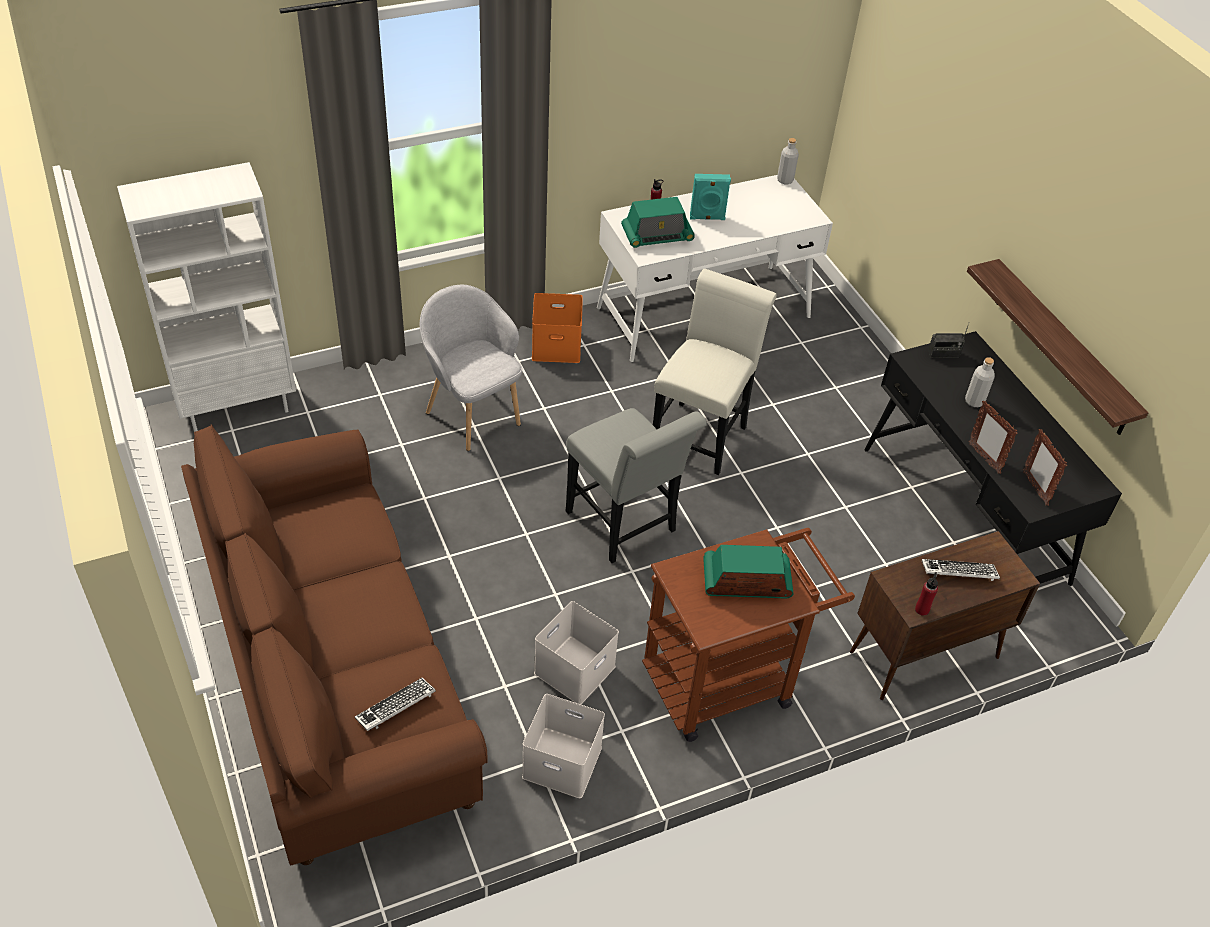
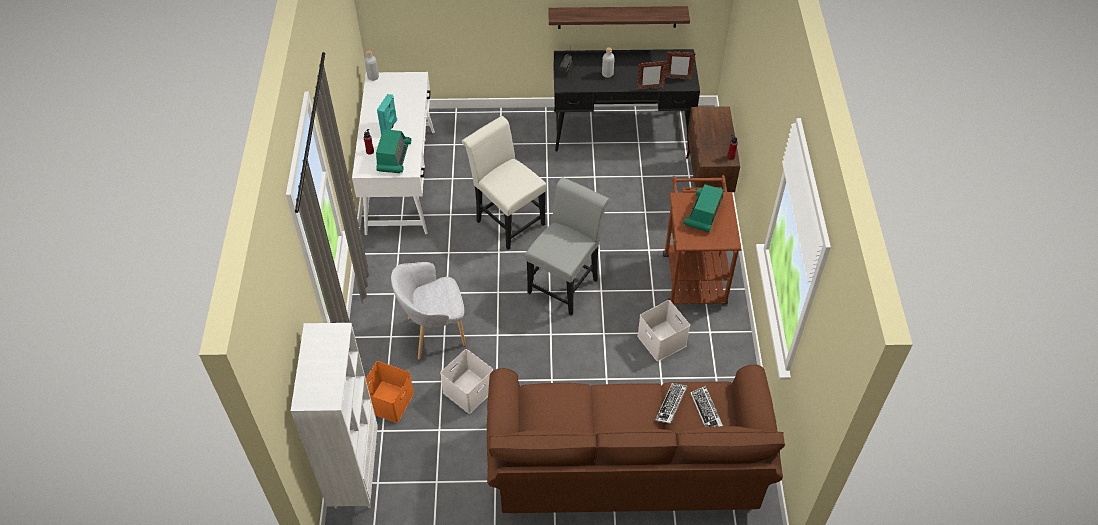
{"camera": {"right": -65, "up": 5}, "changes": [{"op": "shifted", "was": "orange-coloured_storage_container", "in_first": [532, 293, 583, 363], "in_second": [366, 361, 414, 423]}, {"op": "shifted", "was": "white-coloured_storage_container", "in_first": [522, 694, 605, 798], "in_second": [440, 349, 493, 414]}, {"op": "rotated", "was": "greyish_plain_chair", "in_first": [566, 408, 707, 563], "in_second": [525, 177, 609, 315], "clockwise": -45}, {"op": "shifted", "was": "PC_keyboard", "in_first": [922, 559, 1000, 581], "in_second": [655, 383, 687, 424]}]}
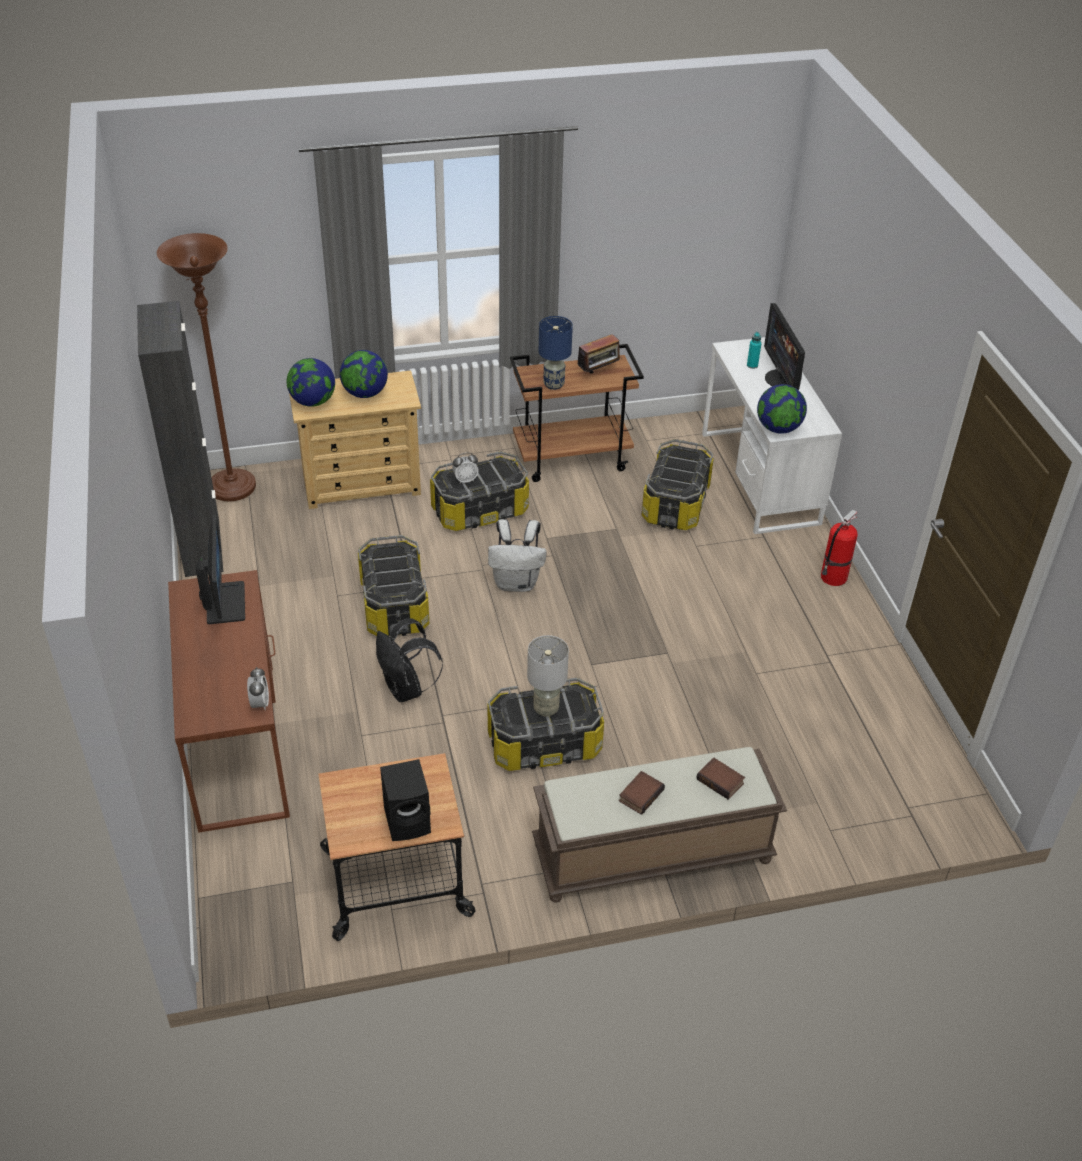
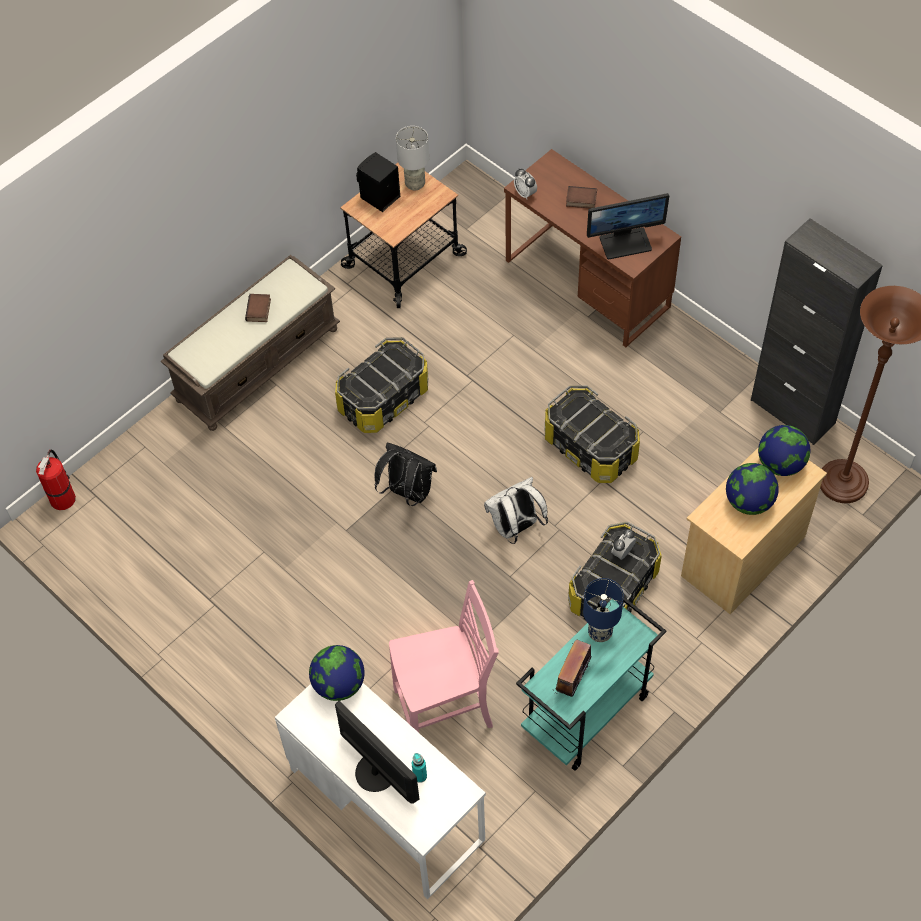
{"camera": {"right": 150, "up": 15}, "changes": [{"op": "shifted", "was": "extinguisher", "in_first": [821, 510, 858, 586], "in_second": [36, 450, 76, 510]}, {"op": "shifted", "was": "blackish_rucksack", "in_first": [376, 618, 443, 702], "in_second": [374, 442, 437, 506]}, {"op": "swapped", "was": "storage_container", "now": "pink-coloured_plain_chair", "in_first": [642, 439, 714, 530], "in_second": [389, 580, 499, 733]}, {"op": "shifted", "was": "greyish_table_lamp", "in_first": [527, 635, 569, 717], "in_second": [396, 126, 429, 191]}, {"op": "repainted", "was": "brown-coloured_cart", "now": "blue-green_cart", "in_first": [510, 344, 644, 482], "in_second": [516, 596, 666, 771]}, {"op": "shifted", "was": "volume", "in_first": [696, 757, 745, 800], "in_second": [566, 186, 597, 208]}, {"op": "rotated", "was": "monitor", "in_first": [196, 515, 245, 624], "in_second": [587, 193, 669, 259], "clockwise": -60}]}
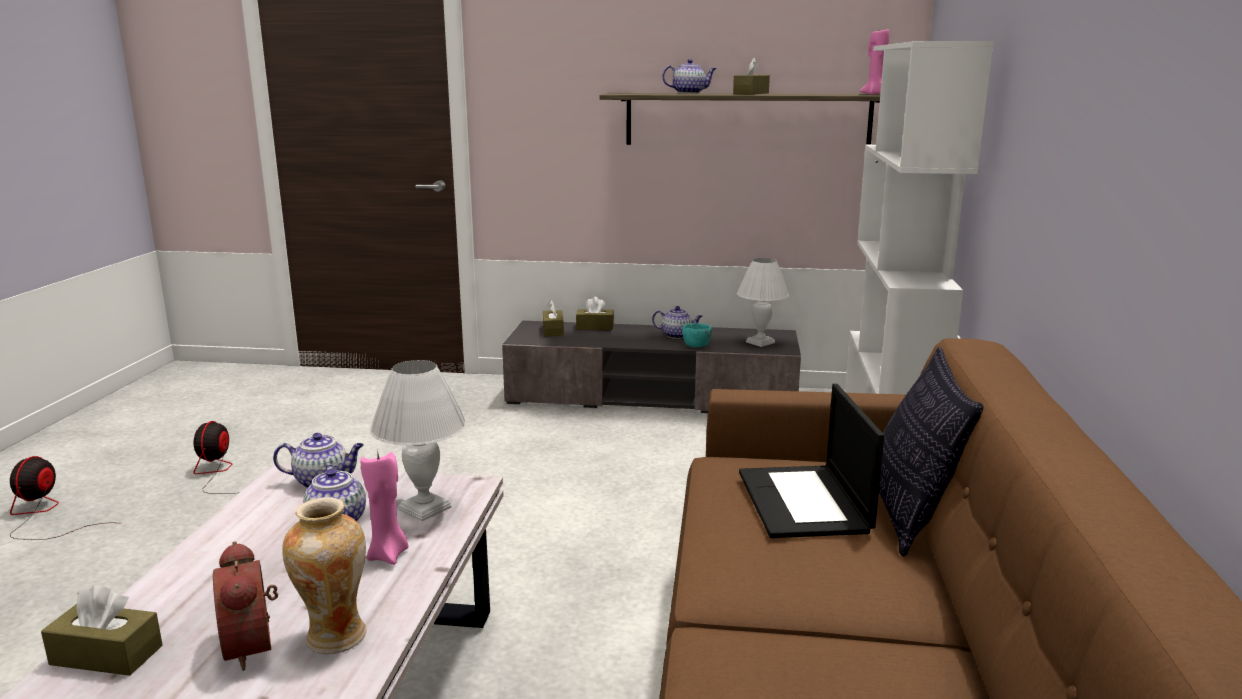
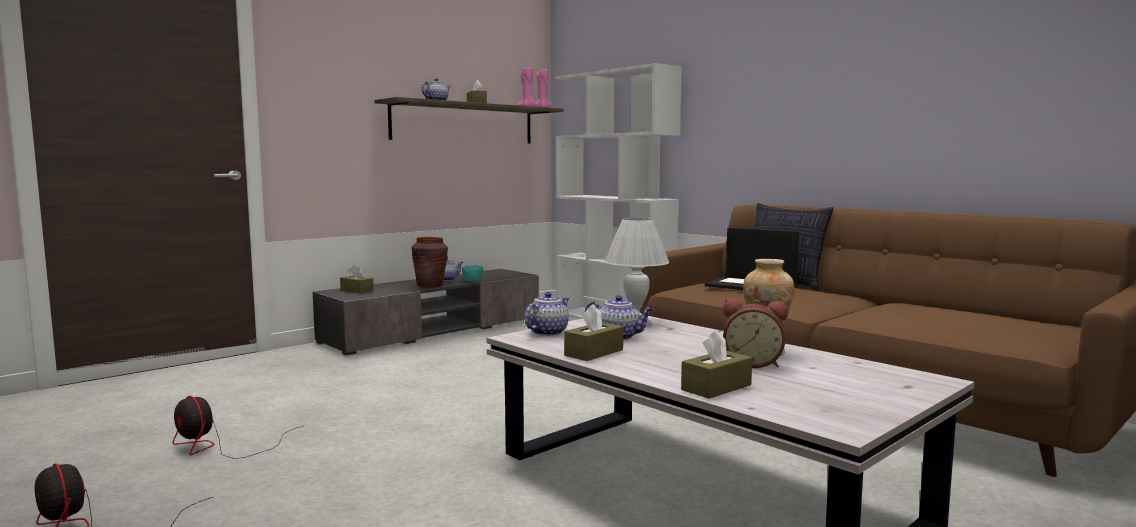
{"camera": {"right": -50, "up": -10}, "changes": [{"op": "new", "now": "brown-coloured_decorative_vase", "in_second": [412, 237, 448, 288]}, {"op": "shifted", "was": "pink-coloured_wax_light", "in_first": [361, 452, 409, 565], "in_second": [518, 67, 537, 106]}, {"op": "shifted", "was": "brown-coloured_box_of_tissues", "in_first": [576, 297, 614, 330], "in_second": [564, 305, 623, 361]}, {"op": "gone", "was": "white-coloured_table_lamp", "in_first": [737, 258, 789, 347]}]}
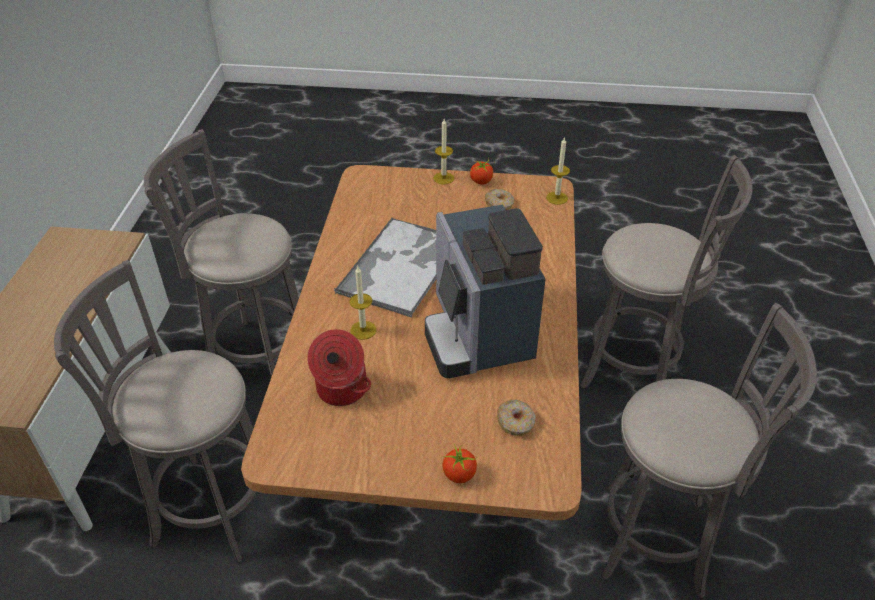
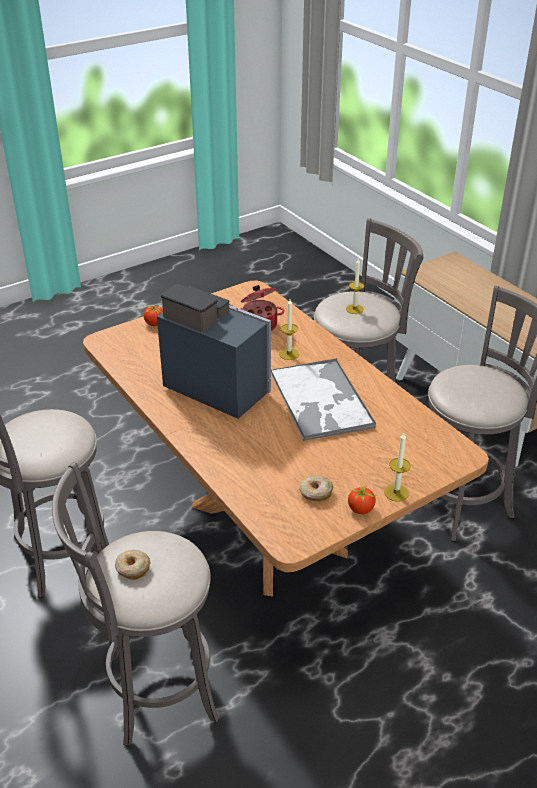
{"camera": {"right": 140, "up": -5}, "changes": [{"op": "shifted", "was": "doughnut", "in_first": [497, 400, 536, 436], "in_second": [115, 550, 151, 580]}, {"op": "shifted", "was": "wax_light", "in_first": [546, 137, 570, 205], "in_second": [346, 258, 364, 314]}]}
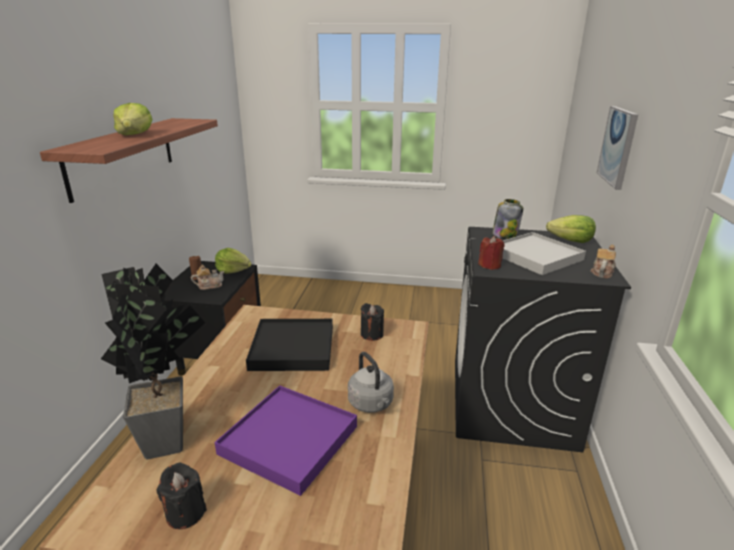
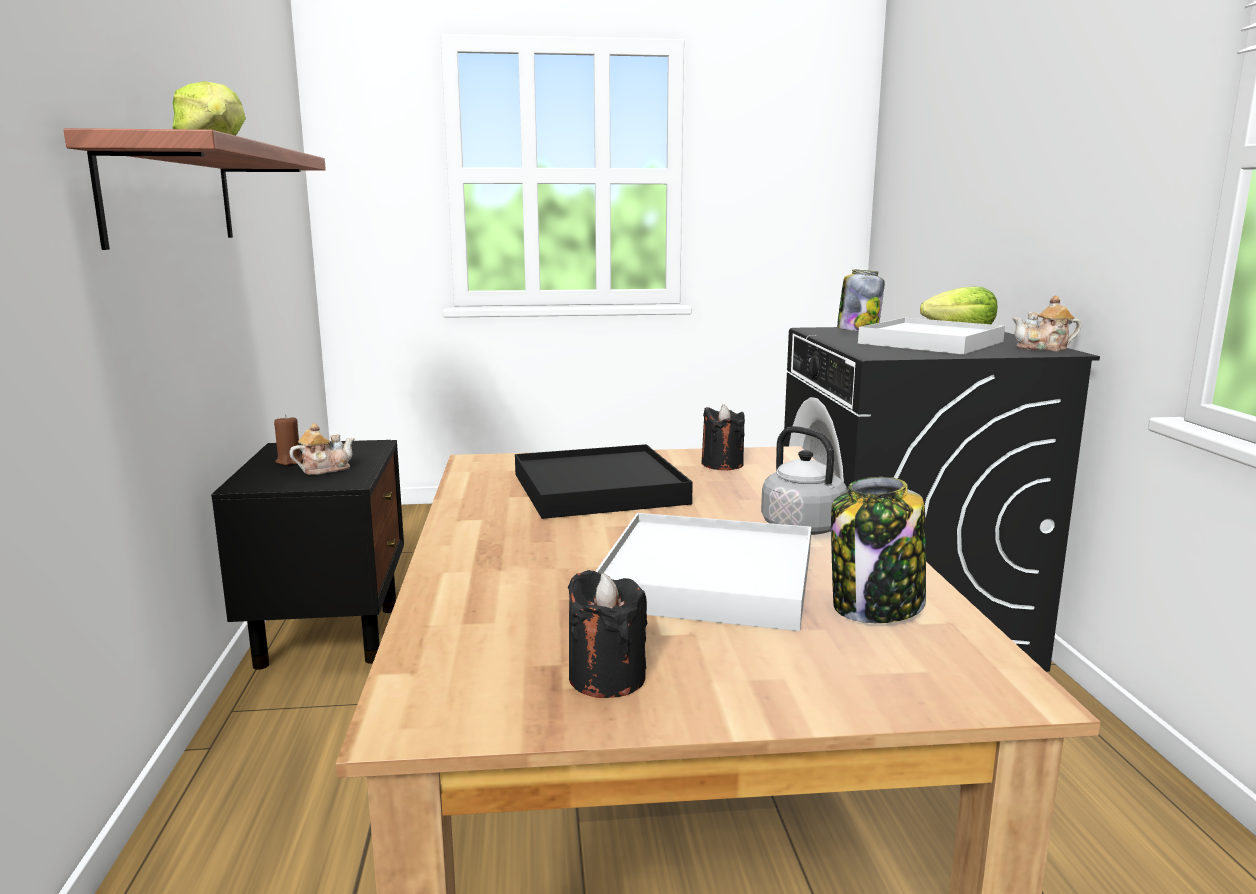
{"camera": {"right": -15, "up": -10}, "changes": [{"op": "repainted", "was": "purple_tray", "now": "white-coloured_tray", "in_first": [215, 385, 357, 496], "in_second": [595, 513, 811, 631]}, {"op": "new", "now": "preserve_jar", "in_second": [831, 477, 926, 623]}, {"op": "rotated", "was": "teapot", "in_first": [590, 245, 616, 279], "in_second": [1012, 296, 1081, 351], "clockwise": -105}, {"op": "gone", "was": "plant_in_a_pot", "in_first": [101, 264, 205, 460]}, {"op": "gone", "was": "lettuce_head", "in_first": [215, 248, 251, 273]}, {"op": "gone", "was": "reddish_wax_light", "in_first": [478, 236, 505, 270]}, {"op": "gone", "was": "picture", "in_first": [597, 106, 638, 190]}]}
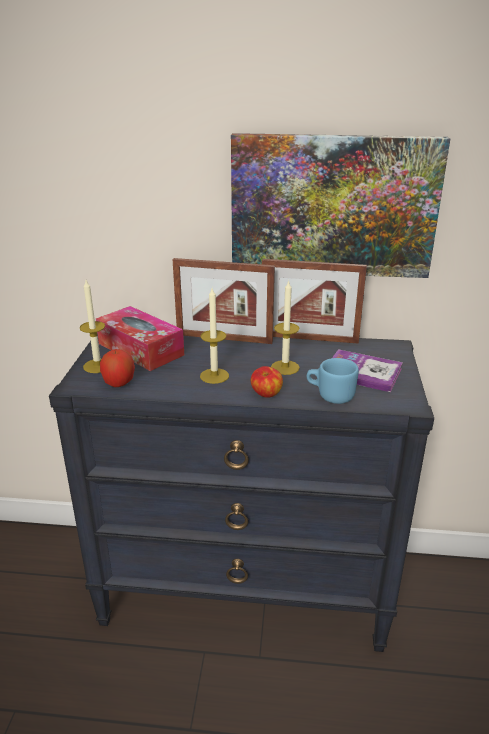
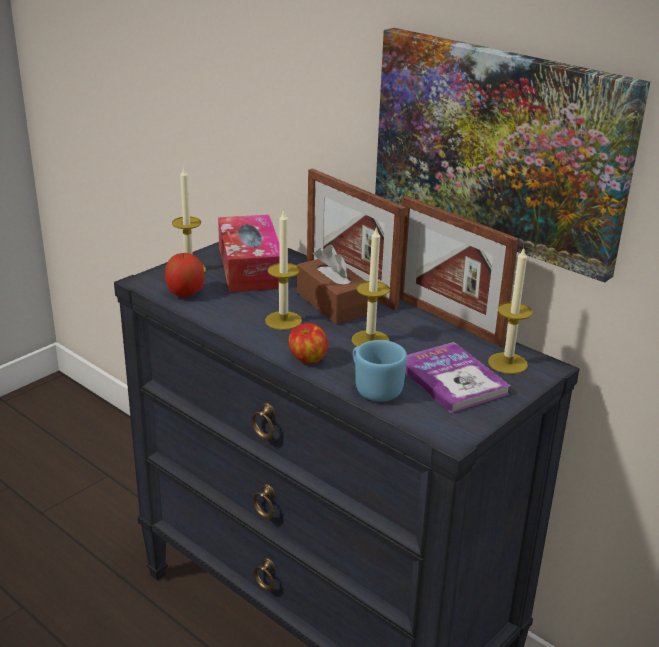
{"camera": {"right": 35, "up": 0}, "changes": [{"op": "new", "now": "brown-coloured_box_of_tissues", "in_second": [297, 245, 368, 325]}, {"op": "new", "now": "wax_light", "in_second": [488, 247, 533, 374]}]}
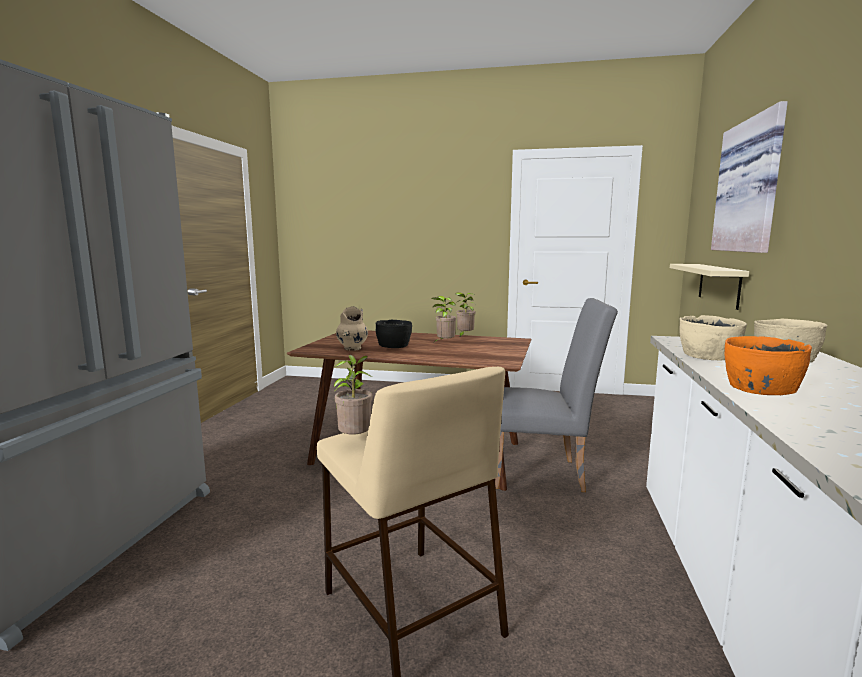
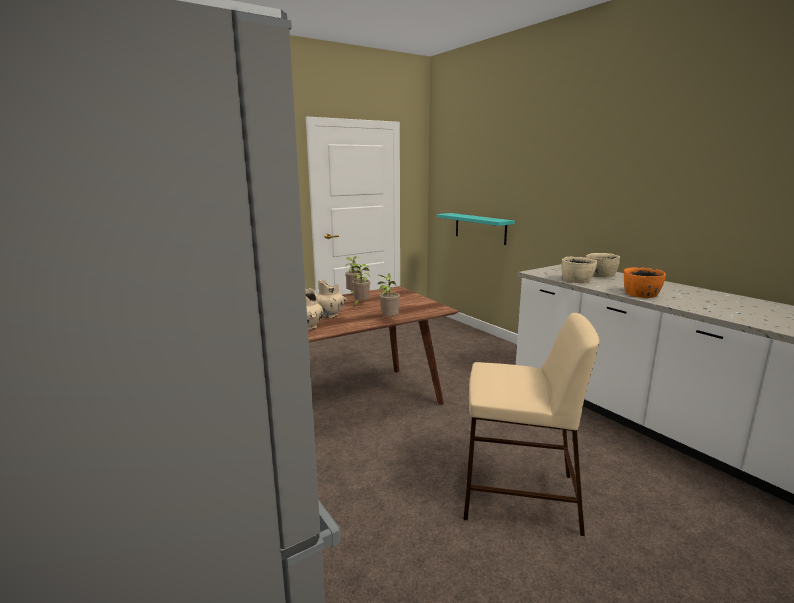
{"camera": {"right": -45, "up": 5}, "changes": [{"op": "swapped", "was": "blackish_deep_dish", "now": "sand-coloured_decorative_vase", "in_first": [376, 320, 412, 348], "in_second": [317, 280, 347, 318]}, {"op": "shifted", "was": "plant_in_a_pot", "in_first": [334, 355, 372, 435], "in_second": [378, 273, 400, 316]}, {"op": "repainted", "was": "sand-coloured_bracket_shelf", "now": "blue-green_bracket_shelf", "in_first": [670, 264, 749, 310], "in_second": [437, 213, 515, 245]}, {"op": "gone", "was": "greyish_plain_chair", "in_first": [495, 298, 618, 492]}, {"op": "gone", "was": "picture", "in_first": [711, 101, 788, 253]}]}
